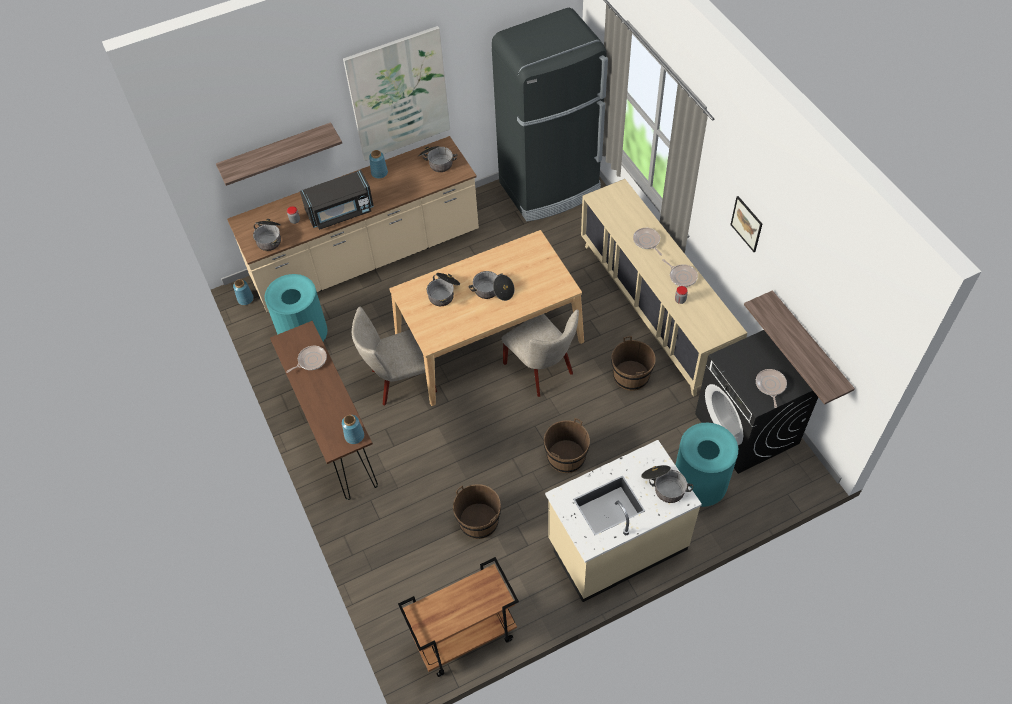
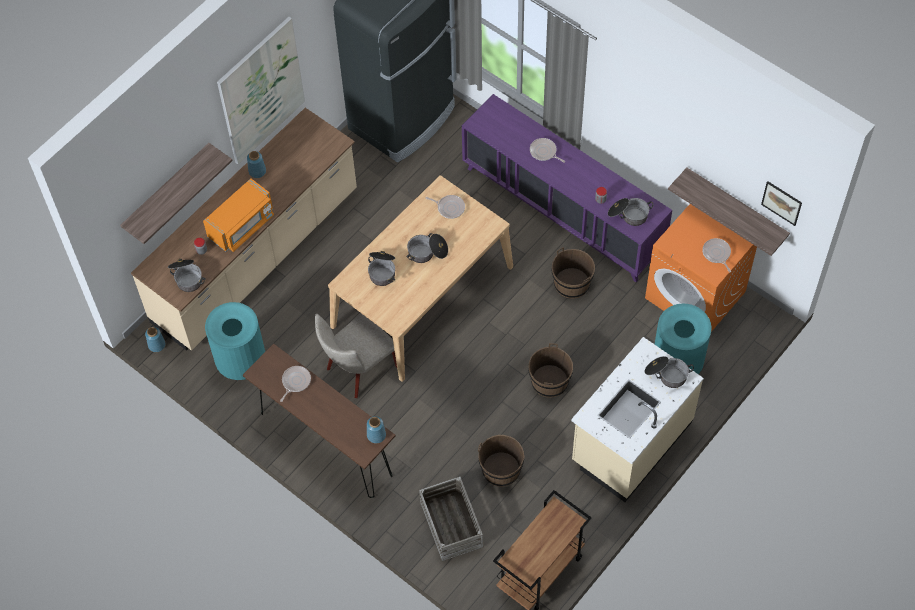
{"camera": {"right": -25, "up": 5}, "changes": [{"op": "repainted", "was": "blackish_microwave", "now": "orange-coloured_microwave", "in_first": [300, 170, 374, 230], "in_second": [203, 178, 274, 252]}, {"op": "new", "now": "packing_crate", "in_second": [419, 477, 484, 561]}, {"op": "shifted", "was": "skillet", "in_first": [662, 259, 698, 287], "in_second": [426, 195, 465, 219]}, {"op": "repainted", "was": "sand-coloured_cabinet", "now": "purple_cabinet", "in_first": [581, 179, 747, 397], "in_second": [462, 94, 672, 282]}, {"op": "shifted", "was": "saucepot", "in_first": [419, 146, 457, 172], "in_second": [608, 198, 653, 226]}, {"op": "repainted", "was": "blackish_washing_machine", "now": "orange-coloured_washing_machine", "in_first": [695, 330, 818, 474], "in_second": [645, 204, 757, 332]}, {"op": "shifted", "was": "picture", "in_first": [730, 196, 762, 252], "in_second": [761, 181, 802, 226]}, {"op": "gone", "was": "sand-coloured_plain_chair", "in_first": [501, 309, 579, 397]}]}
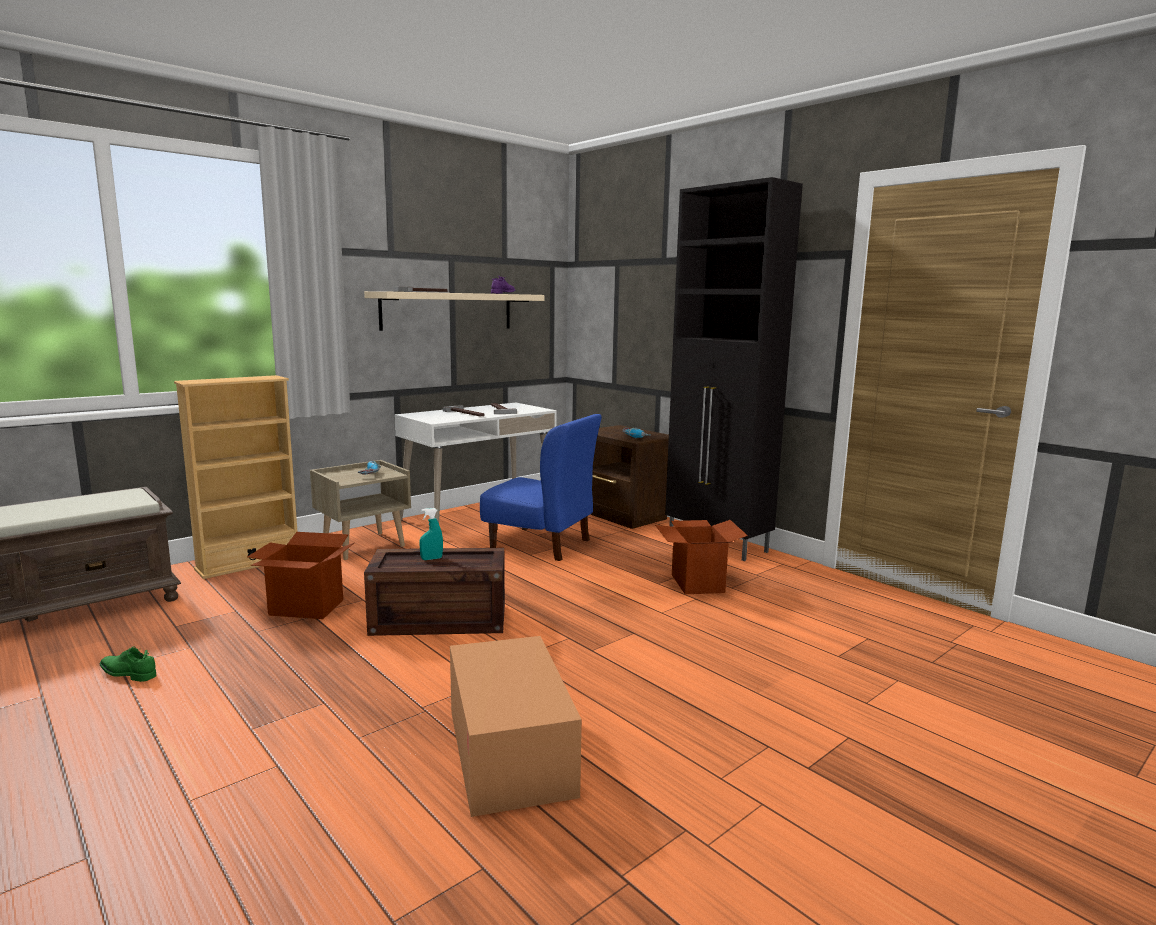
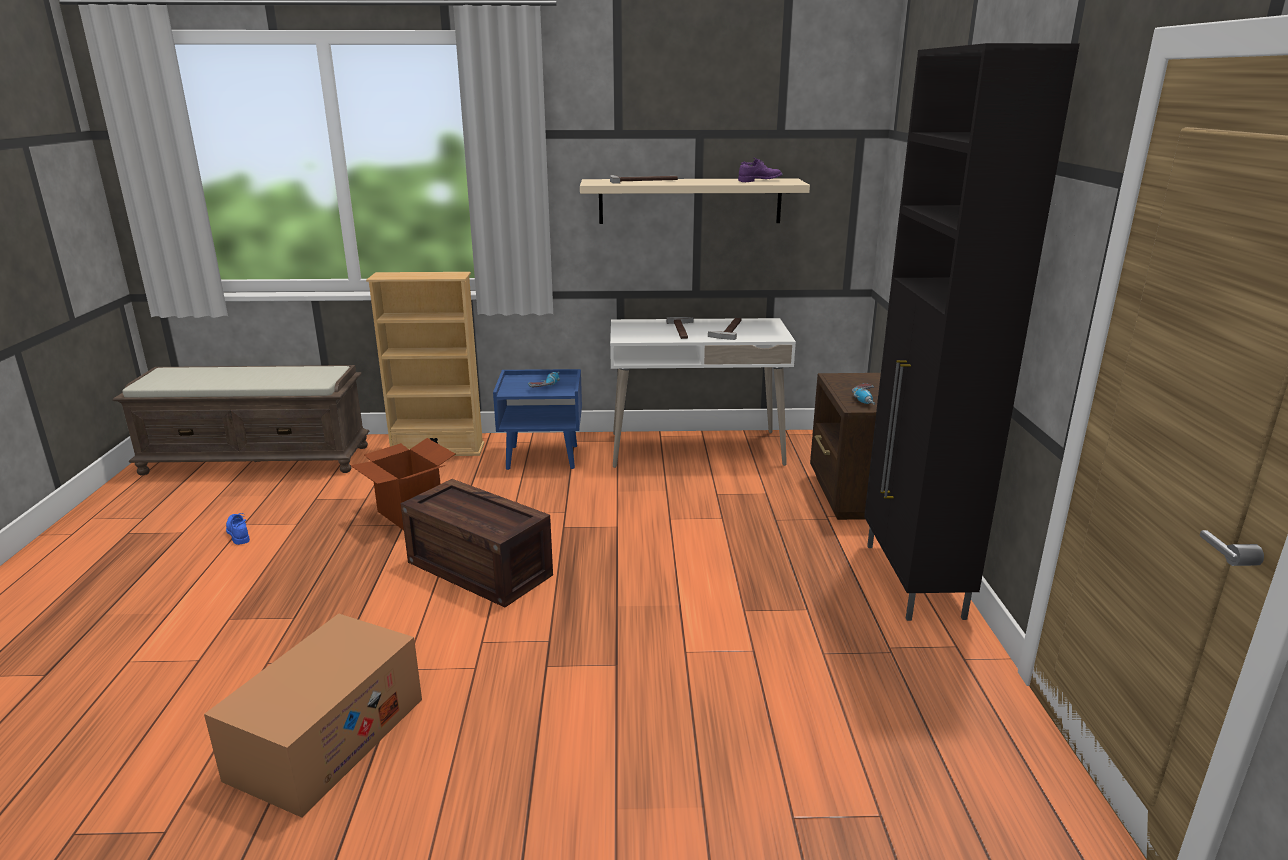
{"camera": {"right": 40, "up": 10}, "changes": [{"op": "repainted", "was": "greenish_item_of_footwear", "now": "blue_item_of_footwear", "in_first": [99, 646, 157, 682], "in_second": [226, 513, 250, 545]}, {"op": "repainted", "was": "sand-coloured_nightstand", "now": "blue_nightstand", "in_first": [310, 460, 411, 560], "in_second": [493, 369, 582, 470]}, {"op": "gone", "was": "blue-green_hand_sprayer", "in_first": [419, 508, 443, 560]}, {"op": "gone", "was": "blue_plain_chair", "in_first": [480, 414, 602, 561]}, {"op": "gone", "was": "carton", "in_first": [655, 520, 748, 594]}]}
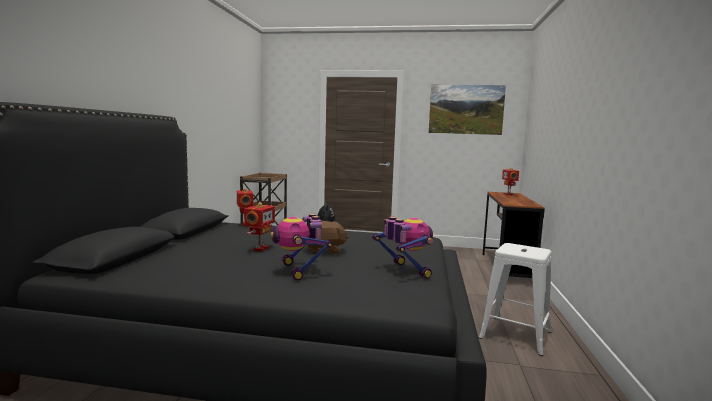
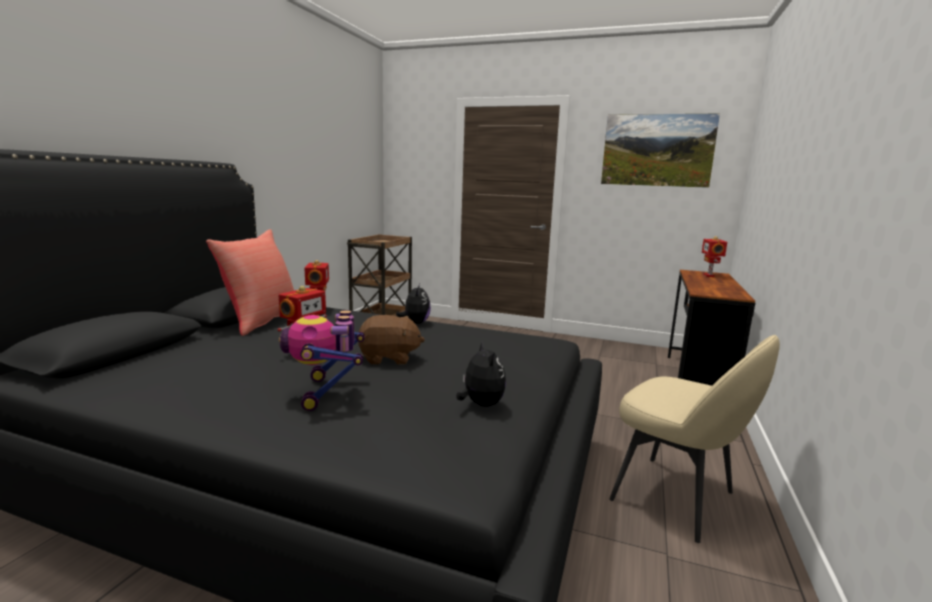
{"camera": {"right": 10, "up": 5}, "changes": [{"op": "new", "now": "reddish_pillow", "in_second": [206, 229, 294, 336]}, {"op": "swapped", "was": "toy_robot", "now": "plush_toy", "in_first": [372, 217, 433, 279], "in_second": [456, 341, 506, 407]}, {"op": "swapped", "was": "white-coloured_sitting_stool", "now": "sand-coloured_plain_chair", "in_first": [479, 243, 552, 356], "in_second": [609, 335, 780, 543]}]}
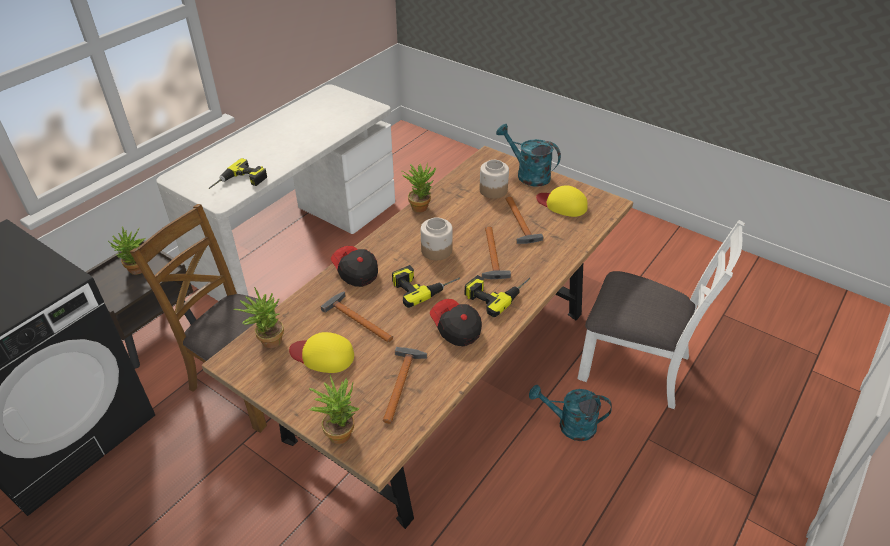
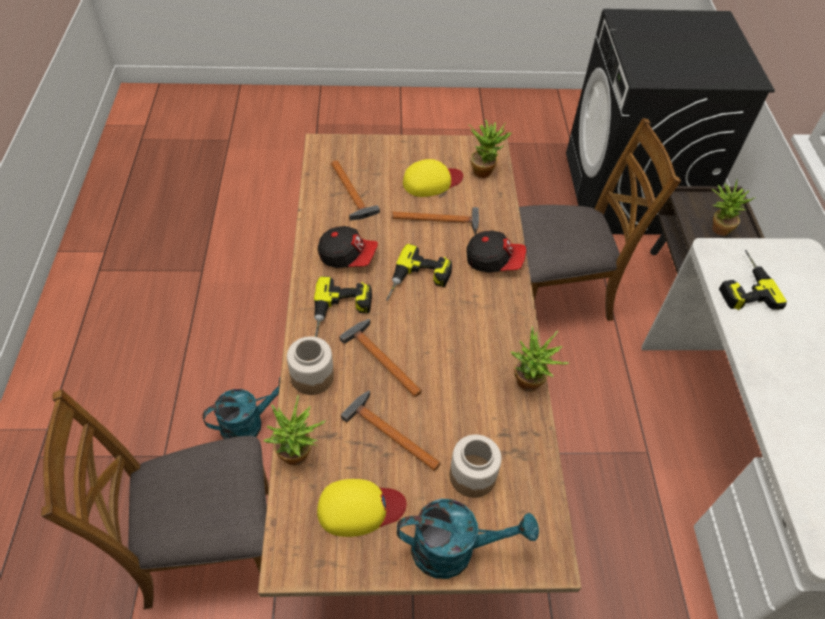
{"camera": {"right": 140, "up": 10}, "changes": [{"op": "repainted", "was": "white-coloured_plain_chair", "now": "brown-coloured_plain_chair", "in_first": [577, 220, 745, 409], "in_second": [41, 389, 269, 609]}, {"op": "shifted", "was": "plant_in_a_pot", "in_first": [308, 375, 359, 444], "in_second": [264, 395, 325, 465]}, {"op": "shifted", "was": "preserve_jar", "in_first": [421, 217, 453, 260], "in_second": [287, 336, 334, 395]}]}
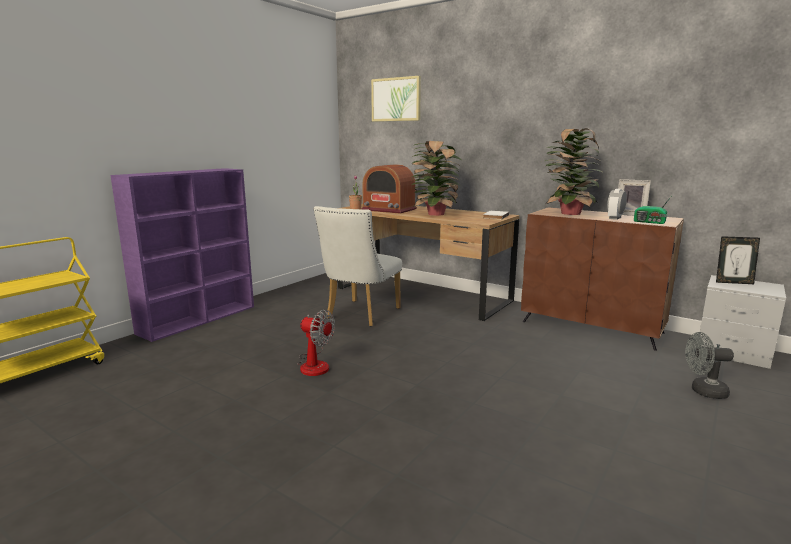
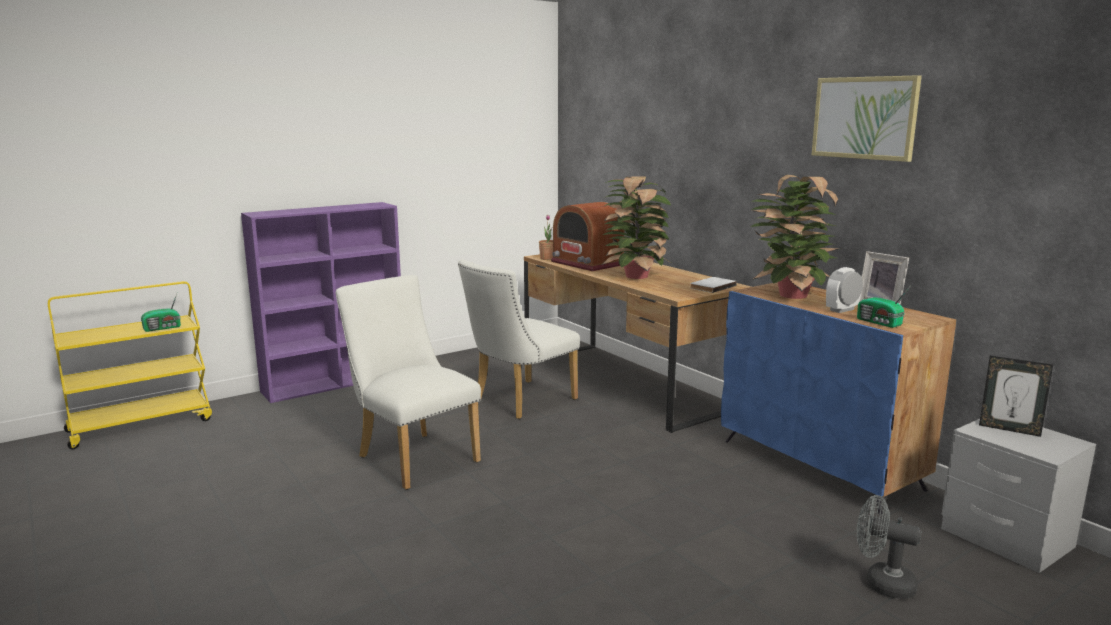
{"camera": {"right": 20, "up": 0}, "changes": [{"op": "new", "now": "radio_set", "in_second": [141, 294, 181, 332]}, {"op": "swapped", "was": "fan", "now": "white-coloured_plain_chair", "in_first": [297, 310, 335, 376], "in_second": [336, 275, 481, 490]}, {"op": "repainted", "was": "brown-coloured_cabinet", "now": "blue_cabinet", "in_first": [521, 207, 684, 351], "in_second": [721, 282, 956, 514]}, {"op": "shifted", "was": "picture", "in_first": [371, 76, 421, 122], "in_second": [812, 75, 922, 162]}]}
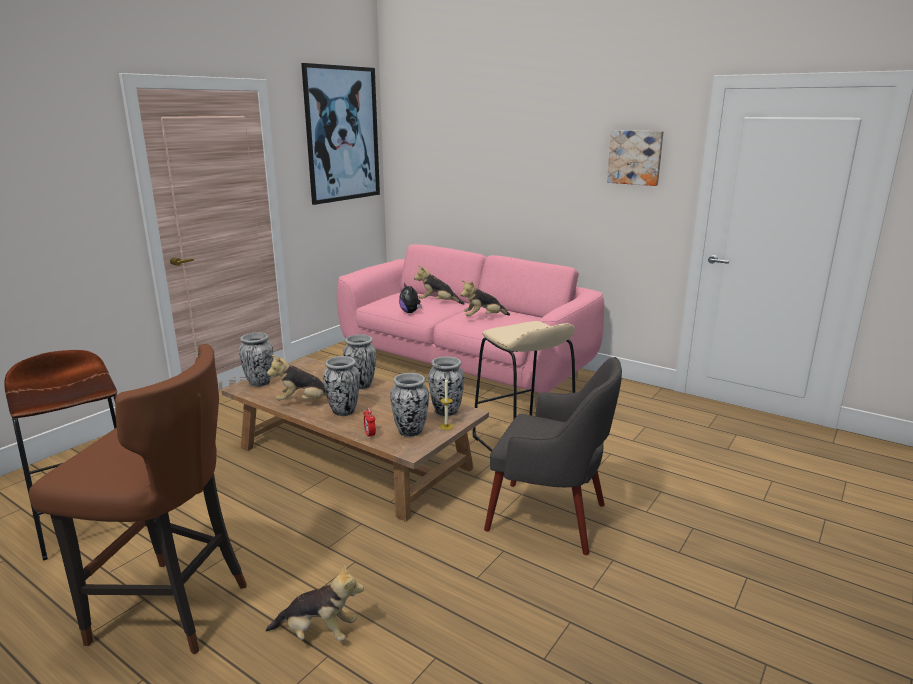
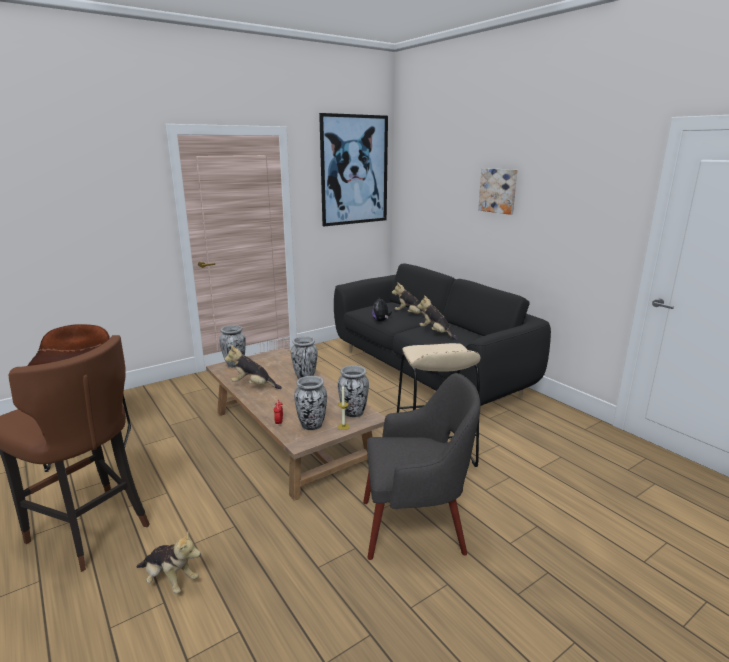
{"camera": {"right": 20, "up": 0}, "changes": [{"op": "repainted", "was": "pink-coloured_sofa", "now": "blackish_sofa", "in_first": [337, 244, 604, 407], "in_second": [334, 264, 551, 406]}, {"op": "rotated", "was": "greyish_armchair", "in_first": [484, 357, 622, 555], "in_second": [363, 373, 481, 560], "clockwise": -45}, {"op": "rotated", "was": "plush_toy", "in_first": [461, 280, 510, 316], "in_second": [417, 295, 458, 340], "clockwise": 45}, {"op": "shifted", "was": "picture", "in_first": [607, 130, 664, 186], "in_second": [478, 168, 518, 215]}, {"op": "gone", "was": "decorative_vase", "in_first": [323, 356, 360, 416]}]}
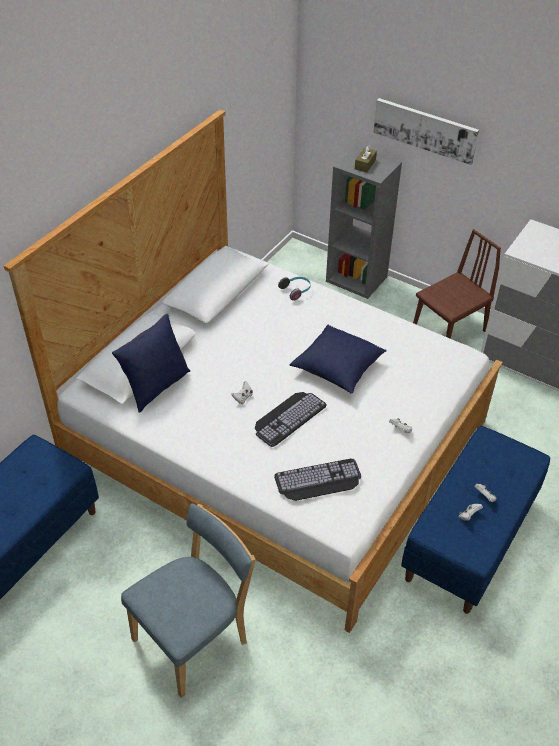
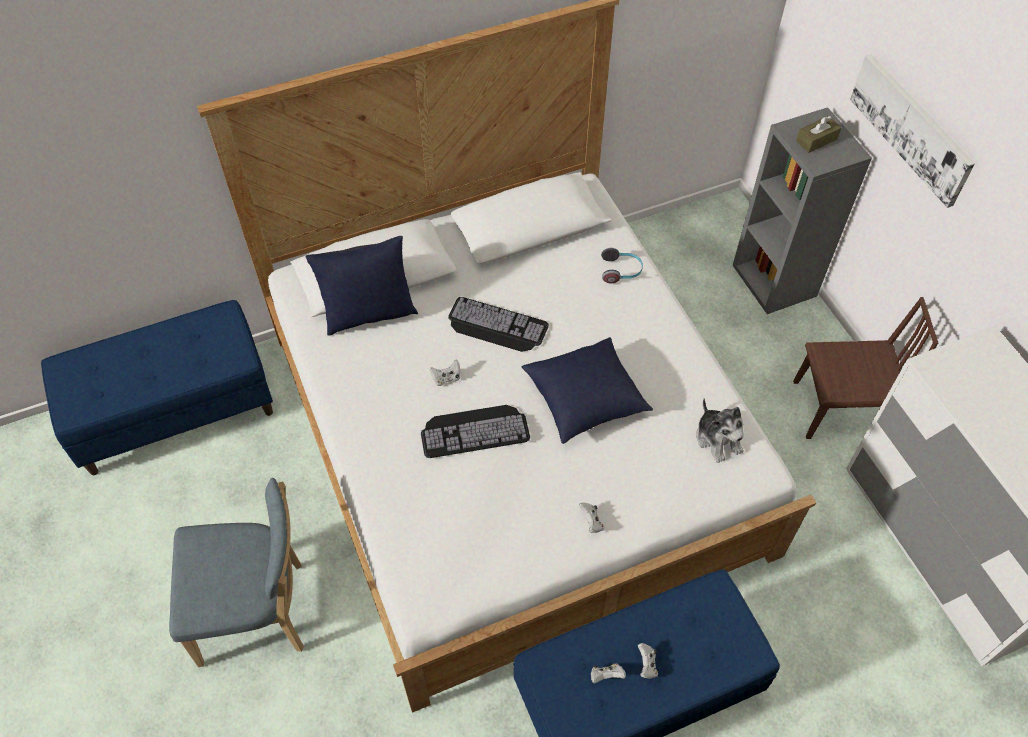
{"camera": {"right": 35, "up": 10}, "changes": [{"op": "shifted", "was": "PC_keyboard", "in_first": [274, 459, 361, 501], "in_second": [448, 297, 549, 352]}, {"op": "new", "now": "plush_toy", "in_second": [696, 398, 744, 463]}]}
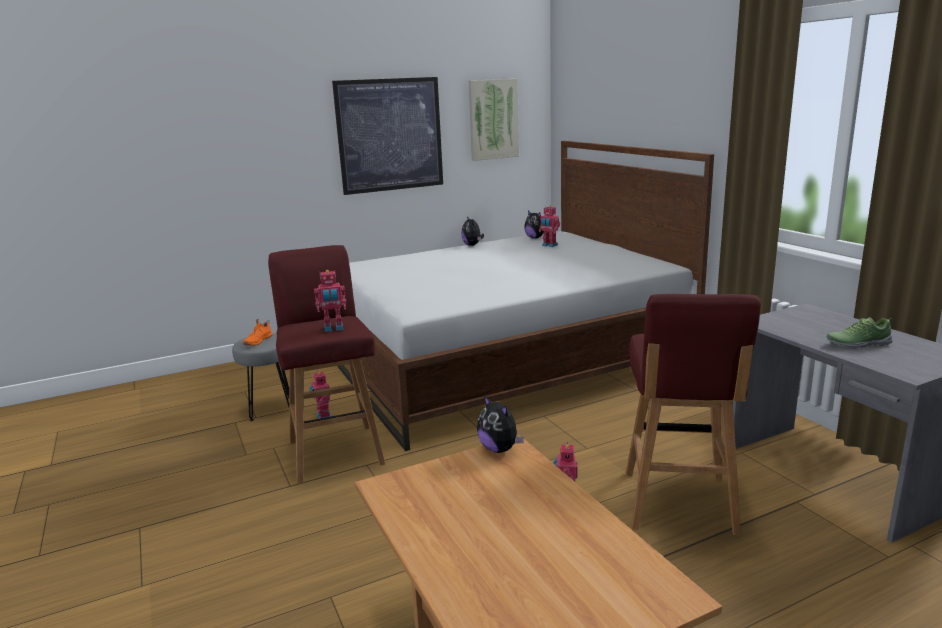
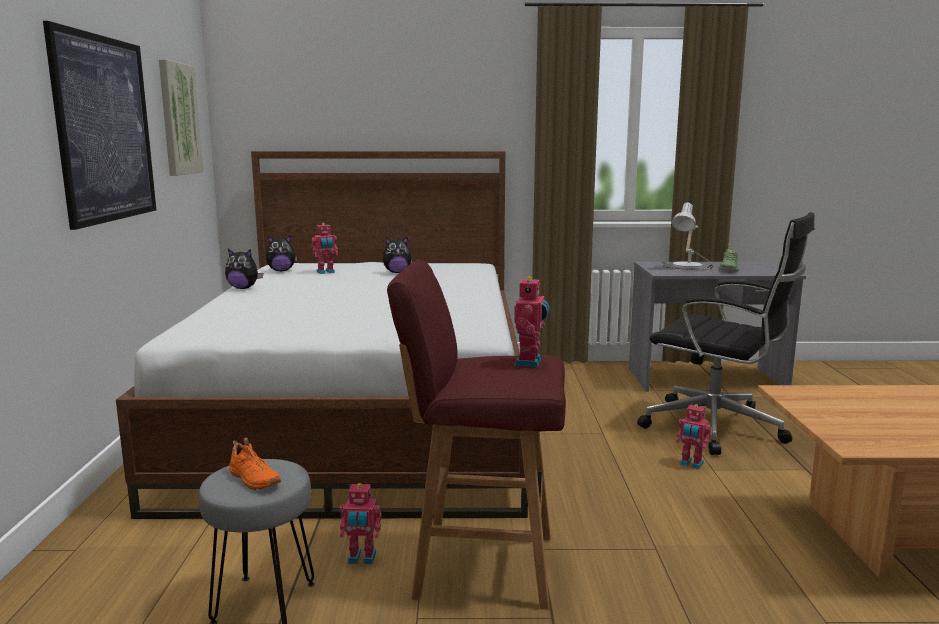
{"camera": {"right": -65, "up": -5}, "changes": [{"op": "shifted", "was": "plush_toy", "in_first": [477, 395, 524, 453], "in_second": [383, 237, 413, 273]}, {"op": "swapped", "was": "reddish_sitting_stool", "now": "blackish_desk_chair", "in_first": [626, 294, 761, 536], "in_second": [637, 212, 815, 455]}, {"op": "new", "now": "table_lamp", "in_second": [661, 202, 713, 270]}]}
